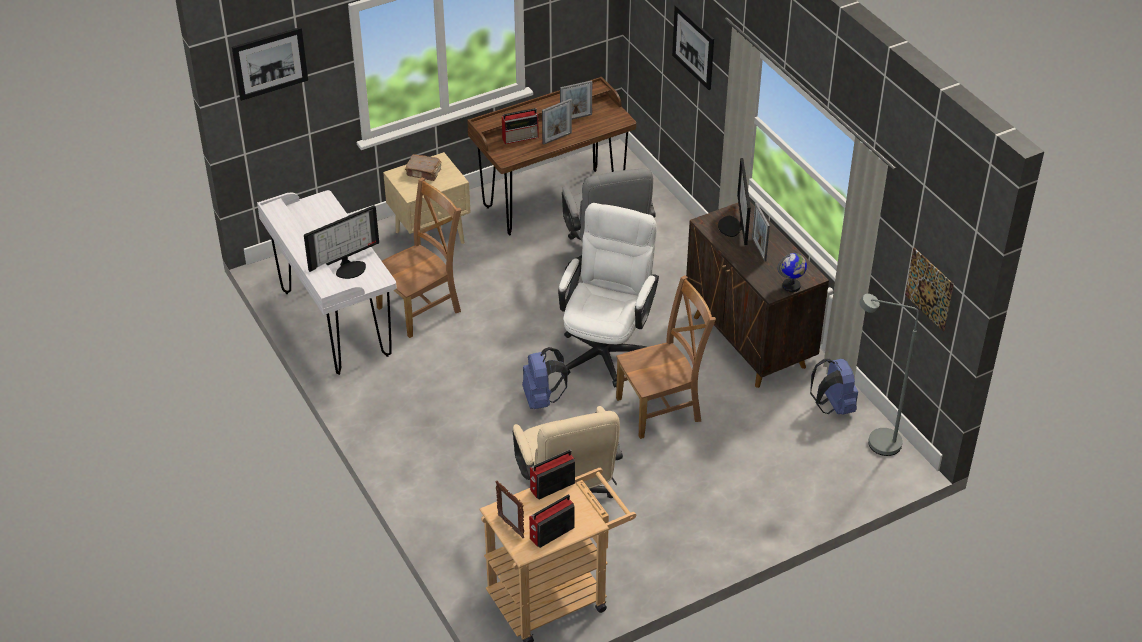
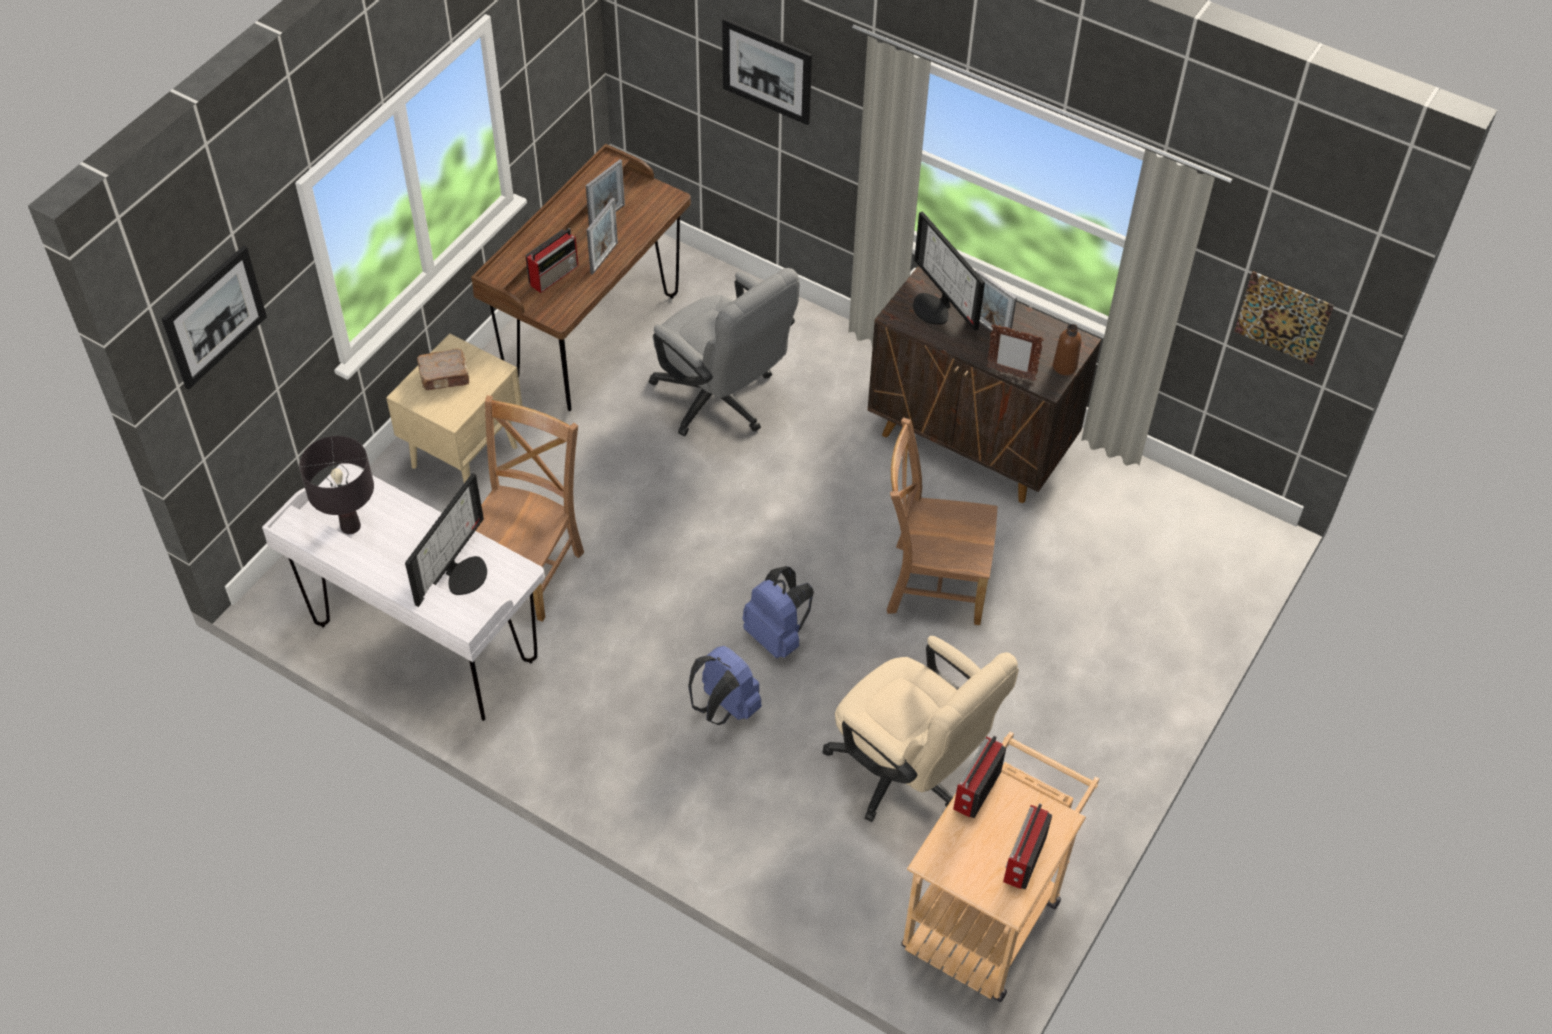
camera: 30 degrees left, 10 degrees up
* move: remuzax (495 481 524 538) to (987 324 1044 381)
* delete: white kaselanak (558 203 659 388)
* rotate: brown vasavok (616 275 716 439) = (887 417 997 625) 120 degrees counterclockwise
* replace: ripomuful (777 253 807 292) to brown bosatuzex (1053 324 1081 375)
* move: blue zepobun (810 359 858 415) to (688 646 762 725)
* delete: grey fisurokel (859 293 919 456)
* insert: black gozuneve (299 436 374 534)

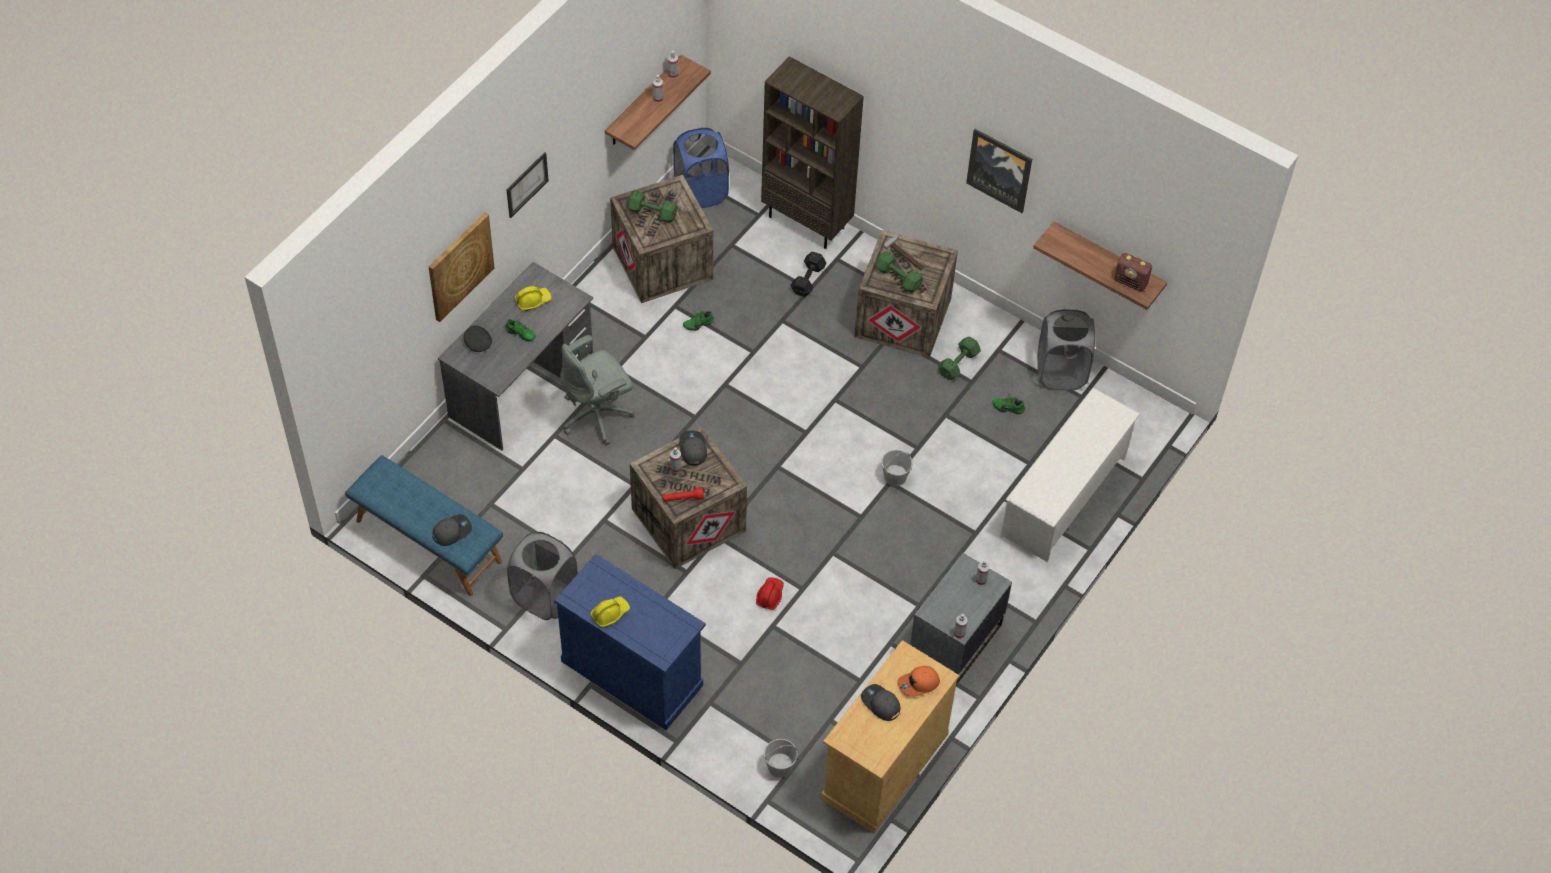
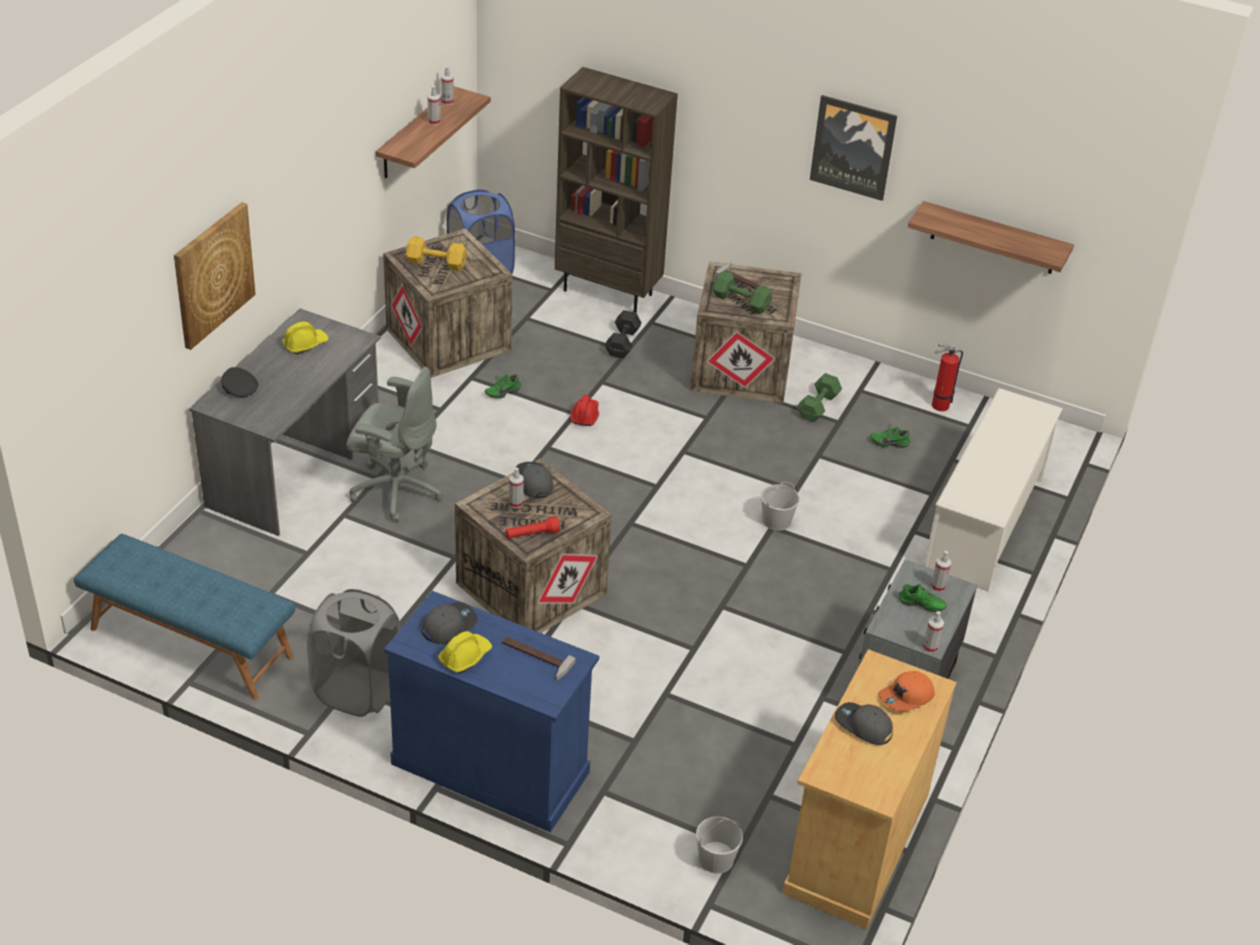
camera: 10 degrees left, 15 degrees down
* move: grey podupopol (432 514 472 546) to (422 602 478 644)
* move: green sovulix (505 319 536 341) to (899 584 947 612)
* delete: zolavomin (506 152 549 218)
* rotate: grey kaselanak (560 335 634 445) = (346 367 443 523) 120 degrees counterclockwise
* recolor: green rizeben (627 190 678 223) to yellow rizeben (406 236 467 271)
* move: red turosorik (756 577 784 610) to (571 395 599 426)
* replace: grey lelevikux (1037 309 1095 390) to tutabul (932 343 963 411)
* delete: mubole (1114 253 1152 291)
* insert: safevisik (502 636 576 681)

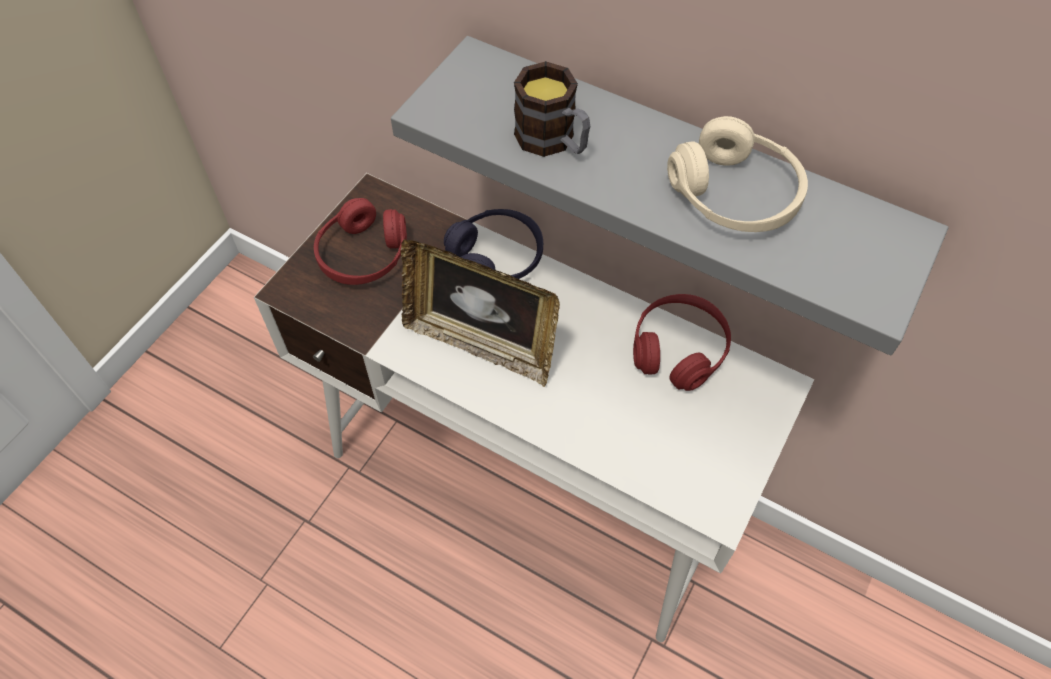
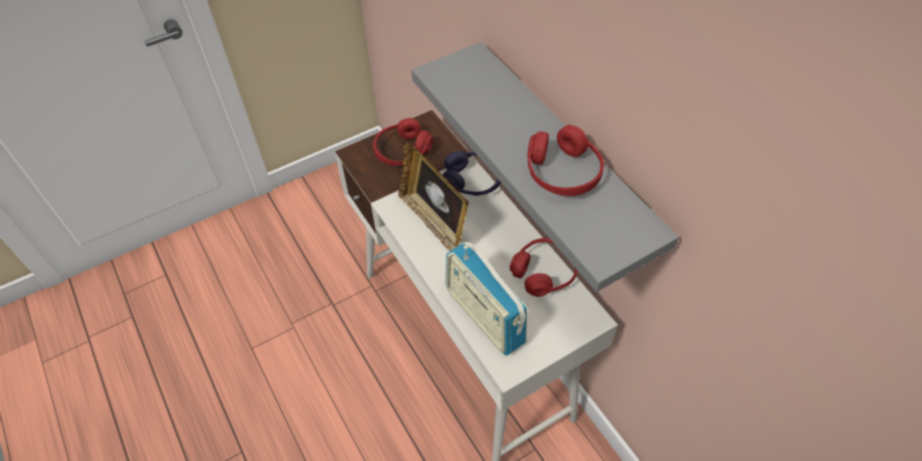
camera: 30 degrees right, 5 degrees down
* delete: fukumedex (514 61 590 157)
* recolor: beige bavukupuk (667 116 808 232) to red bavukupuk (527 125 604 196)
* insert: mubole (446 242 527 356)

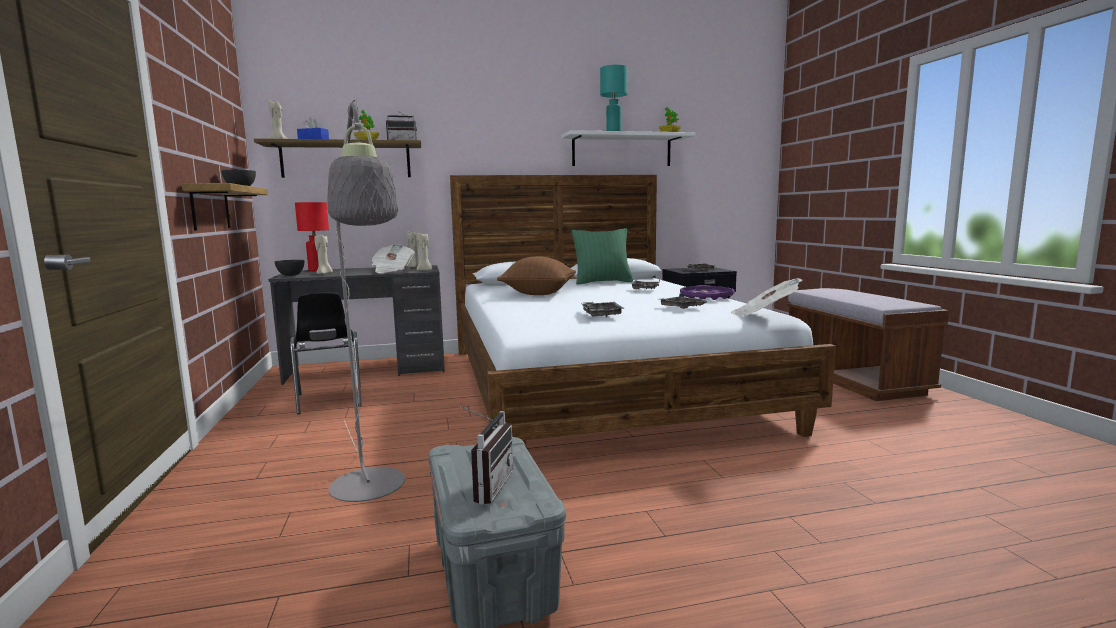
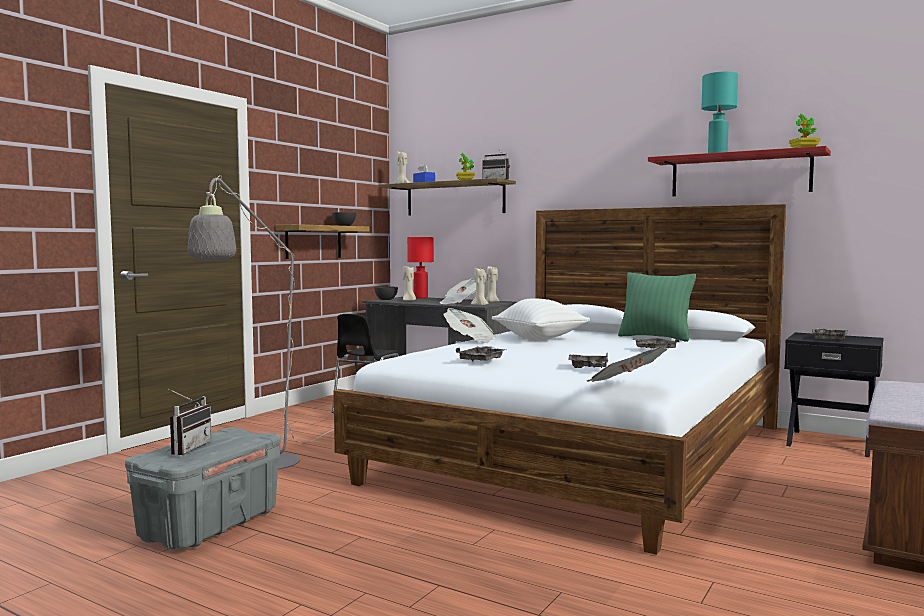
camera: 45 degrees right, 5 degrees down
* rotate: mubole (460 406 513 505) = (169 389 212 456) 45 degrees counterclockwise
* recolor: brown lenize (497 257 576 295) to white lenize (492 298 590 340)
* recolor: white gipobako (561 130 695 166) to red gipobako (648 146 831 196)
* delete: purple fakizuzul (680 285 735 300)
* insert: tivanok (443 308 497 343)

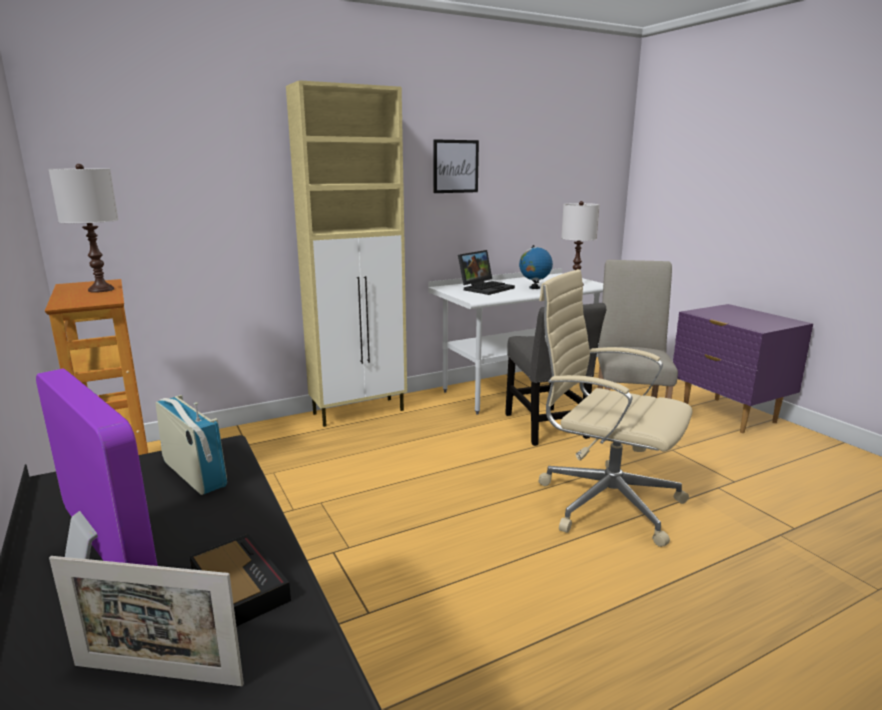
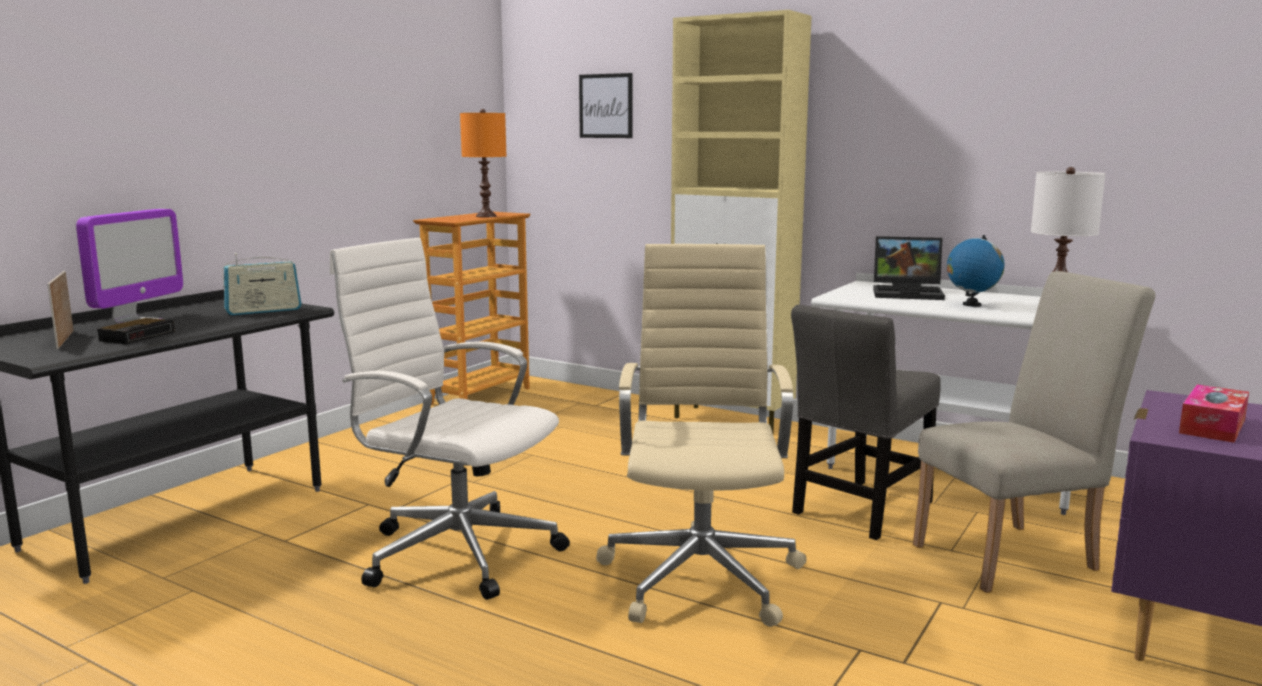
camera: 60 degrees right, 5 degrees down
* recolor: white gozuneve (48 164 118 292) to orange gozuneve (460 109 507 217)
* rotate: mubole (155 395 227 495) = (222 253 302 315) 45 degrees clockwise
* move: zolavomin (433 139 479 193) to (579 73 633 138)
* insert: white kaselanak (330 237 570 600)
* insert: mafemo (1179 385 1249 443)

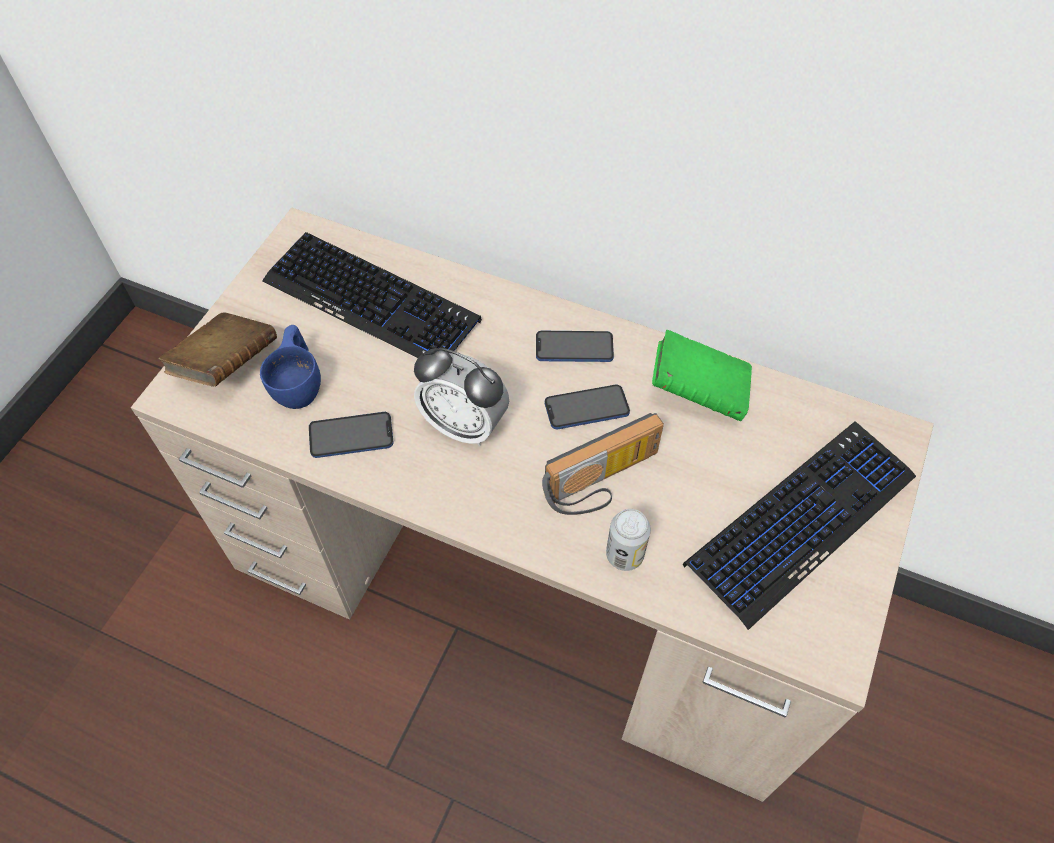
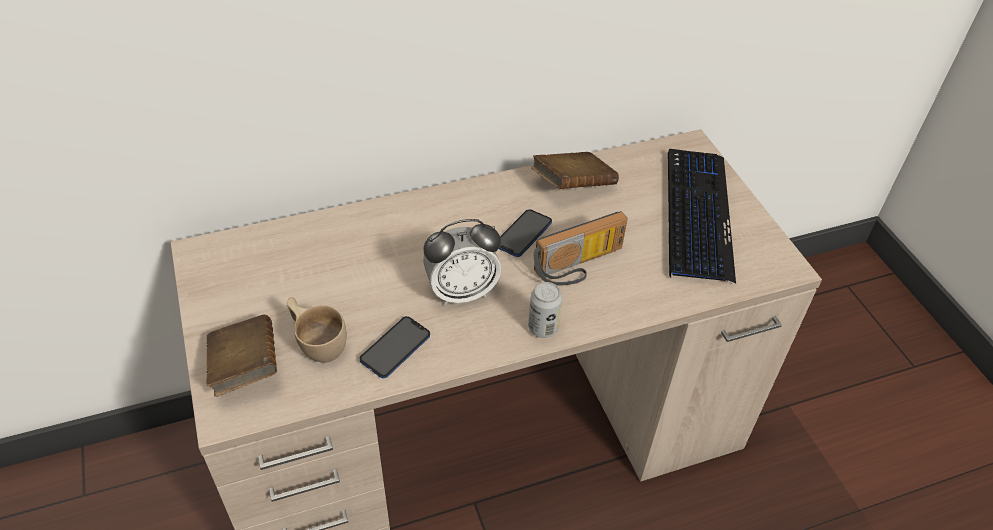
camera: 45 degrees left, 10 degrees down
* recolor: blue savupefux (260 325 321 409) to beige savupefux (287 297 347 363)
* delete: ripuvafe (262 232 482 358)
* delete: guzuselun (536 331 614 362)
* rotate: mubole (542 413 664 515) = (534 211 628 285) 45 degrees clockwise
* move: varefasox (606 509 651 571) to (528 282 562 338)
* recolor: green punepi (652 330 752 421) to brown punepi (531 152 619 189)

